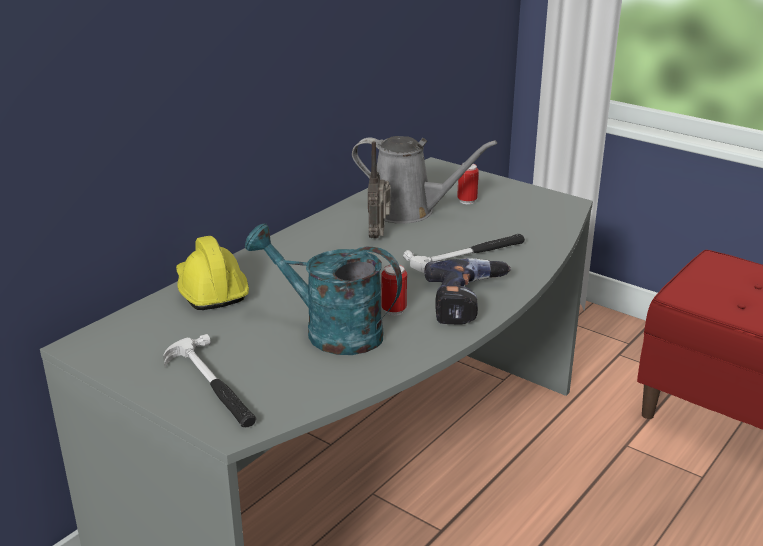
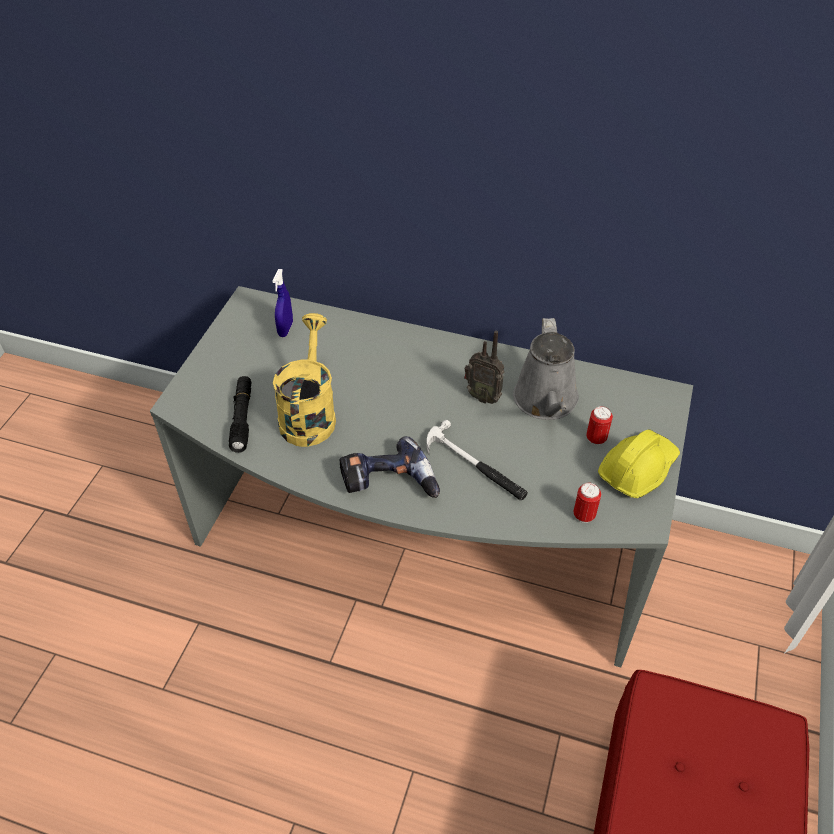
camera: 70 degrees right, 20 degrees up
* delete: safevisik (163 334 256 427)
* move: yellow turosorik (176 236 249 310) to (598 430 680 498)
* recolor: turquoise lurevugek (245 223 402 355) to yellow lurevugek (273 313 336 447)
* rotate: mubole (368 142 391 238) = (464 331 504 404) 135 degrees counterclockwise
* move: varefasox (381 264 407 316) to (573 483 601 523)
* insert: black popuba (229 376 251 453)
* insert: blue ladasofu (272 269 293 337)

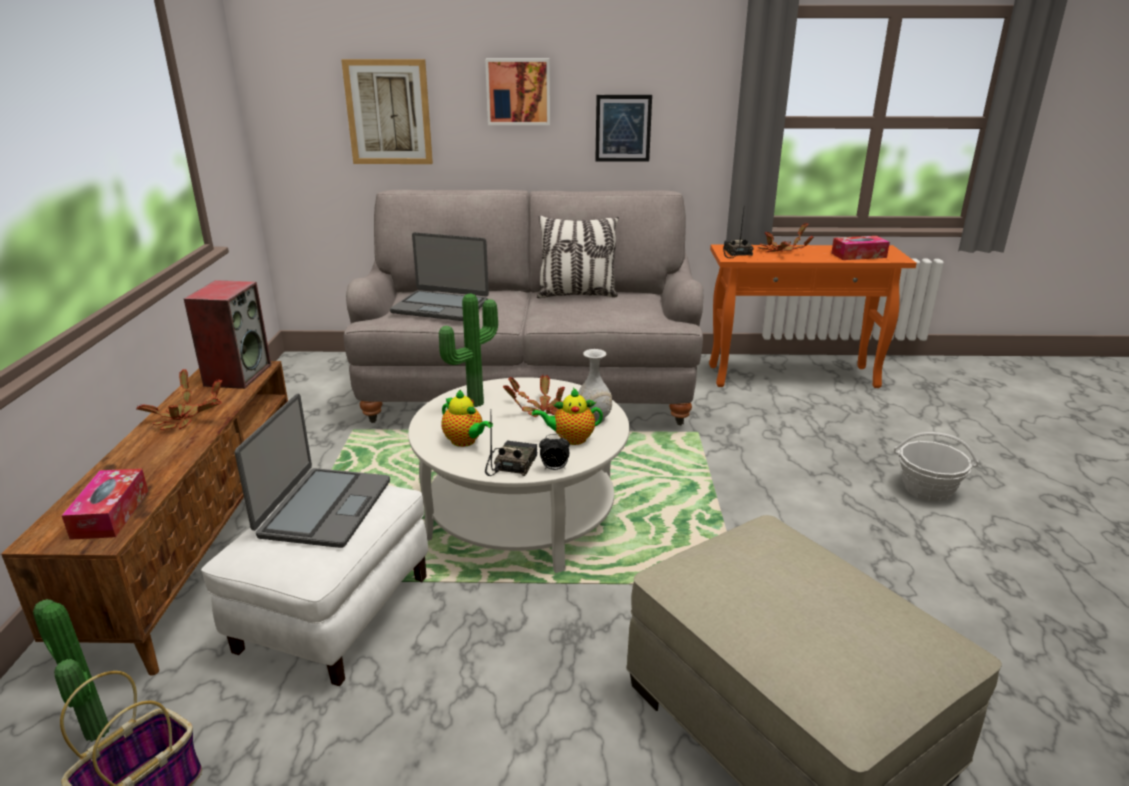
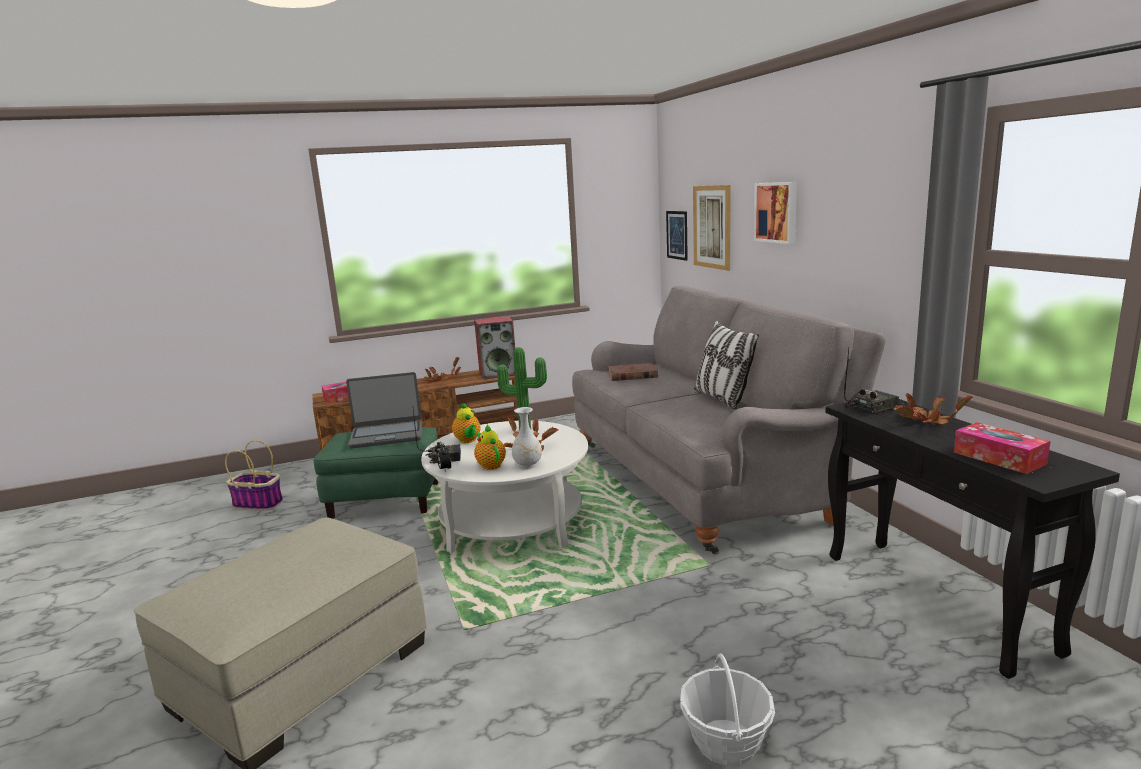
camera: 70 degrees right, 10 degrees down
* delete: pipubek (33 599 110 742)
* recolor: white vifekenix (201 485 428 686) to green vifekenix (313 427 438 519)
* replace: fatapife (390 232 489 321) to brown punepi (607 363 658 381)
* rotate: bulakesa (441 390 493 447) = (452 402 480 443) 45 degrees counterclockwise
* move: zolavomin (595 95 652 162) to (666 211 688 261)
* recolor: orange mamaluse (709 244 917 388) to black mamaluse (825 399 1120 679)

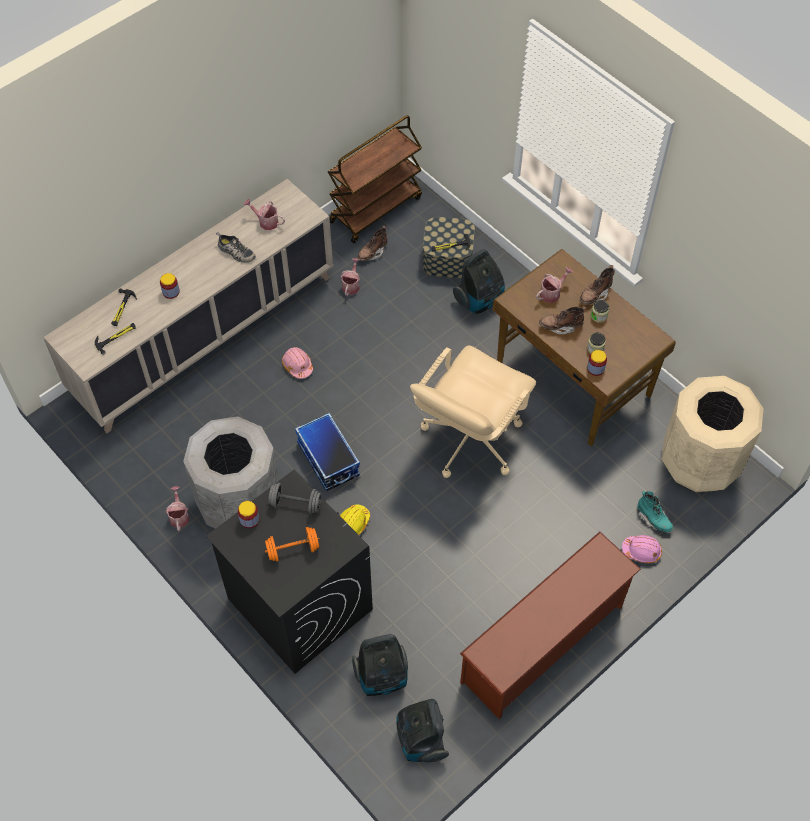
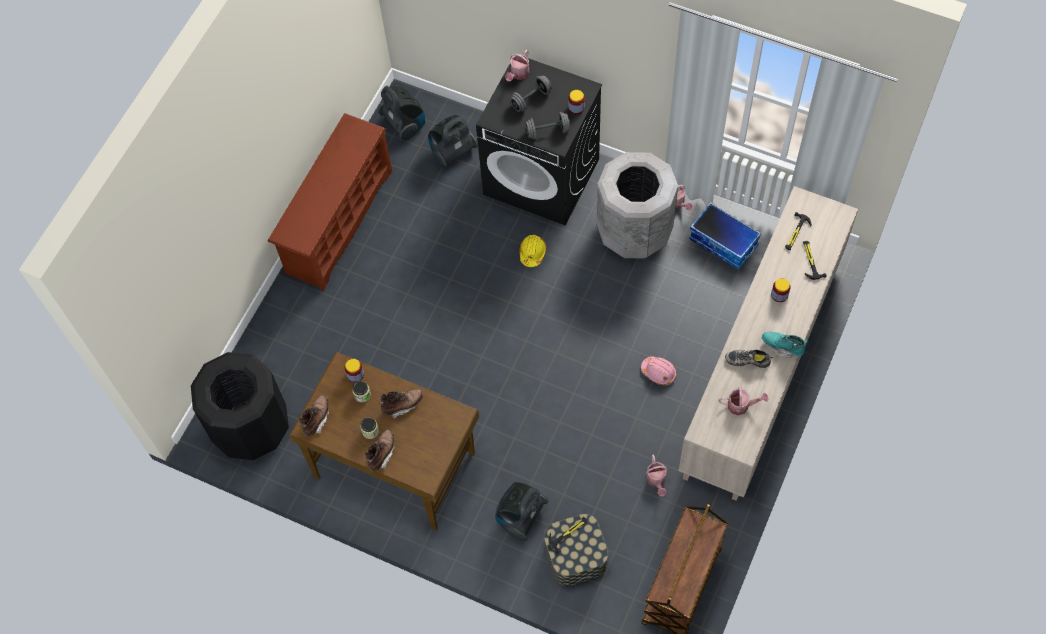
camera: 160 degrees right, 5 degrees up
* recolor: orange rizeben (265 527 320 562) to grey rizeben (510 76 552 112)
* move: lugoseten (295 413 360 492) to (689 202 761 270)
* move: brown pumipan (358 226 388 261) to (299 395 330 437)
* delete: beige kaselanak (410 345 536 478)
* move: lurevugek (536 267 573 303) to (505 50 530 81)
* delete: pink turosorik (622 535 662 563)
* move: turquoise pumipan (637 491 673 532) to (762 332 807 358)
* recolor: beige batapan (661 376 764 492) to black batapan (191 352 289 460)

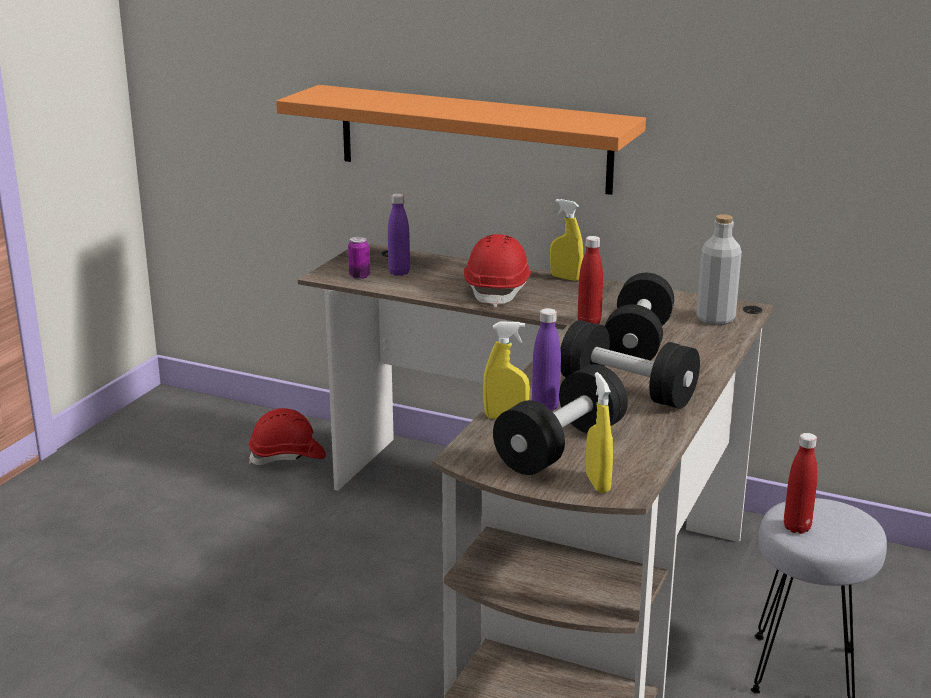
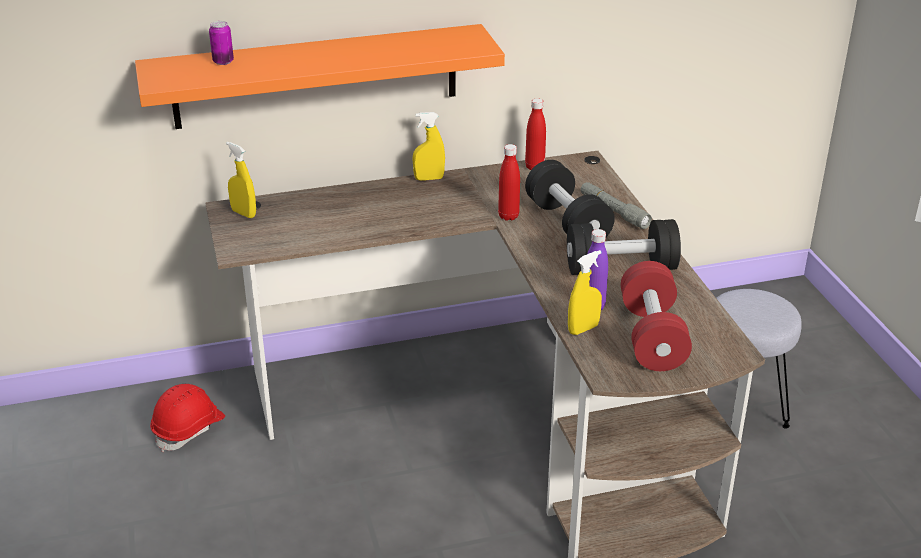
camera: 40 degrees left, 10 degrees up
* move: varefasox (348 237 370 279) to (209 21 234 65)
* delete: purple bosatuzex (388 193 410 276)
* delete: red turosorik (464 234 532 307)
* recolor: black rizeben (493 364 628 475) to red rizeben (621 261 692 371)
* move: yellow ladasofu (586 372 613 493) to (226 142 256 218)
* delete: grey bosatuzex (697 214 742 325)
* move: red bosatuzex (784 433 818 534) to (525 98 546 170)
* insert: grey popuba (580 182 652 229)

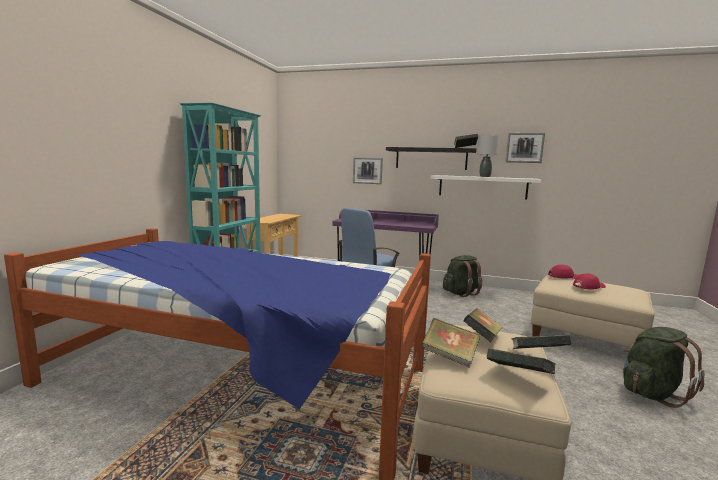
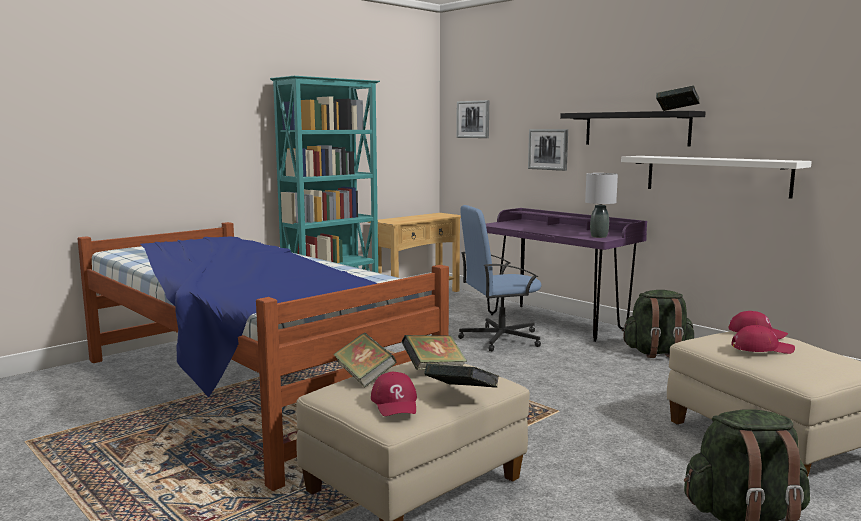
camera: 30 degrees right, 0 degrees up
* move: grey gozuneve (477 135 499 177) to (585 173 618 238)
* replace: punepi (487 348 555 374) to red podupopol (371 372 417 416)
* move: zolavomin (505 133 545 163) to (456 100 489 138)

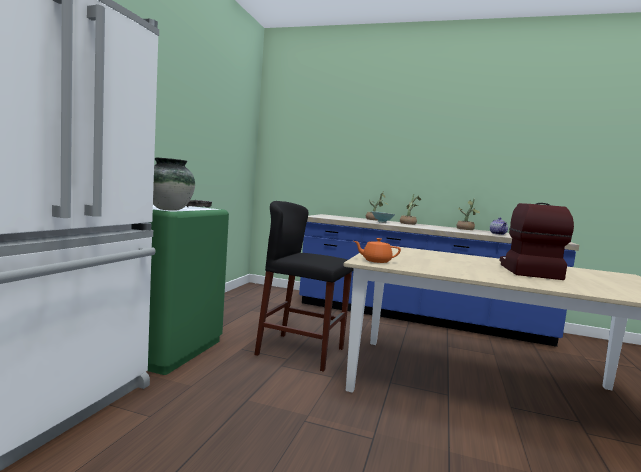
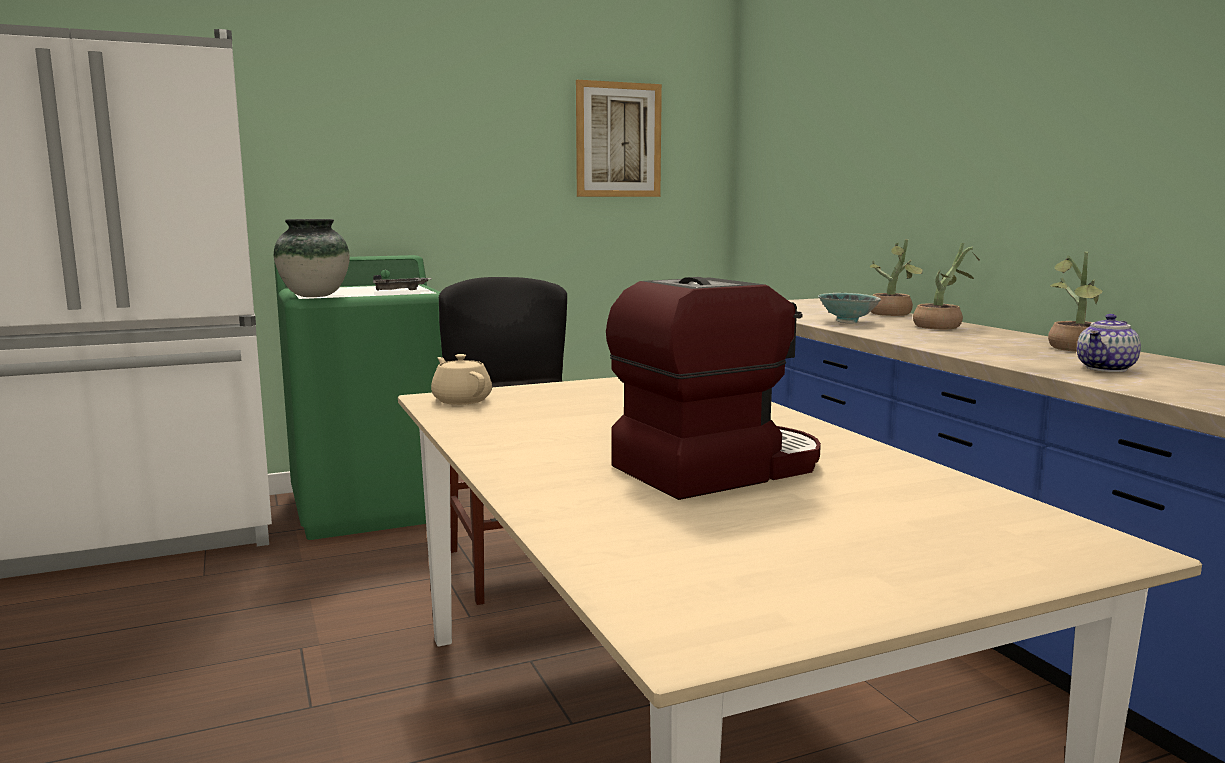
camera: 50 degrees right, 5 degrees up
* recolor: orange bulakesa (354 238 401 263) to beige bulakesa (431 354 492 405)
* insert: zolavomin (576 80 662 197)

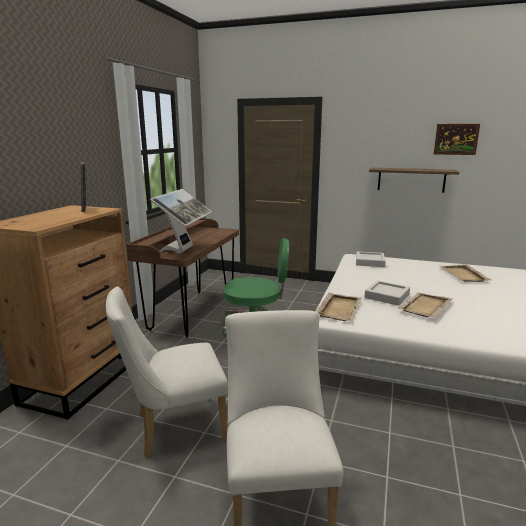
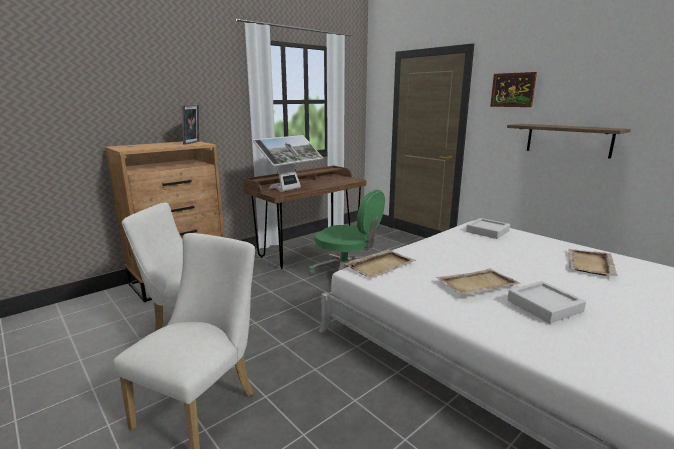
camera: 30 degrees right, 0 degrees up
* move: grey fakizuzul (364 280 410 306) to (507 281 586 323)
* move: zolavomin (434 124 480 155) to (490 72 537 107)

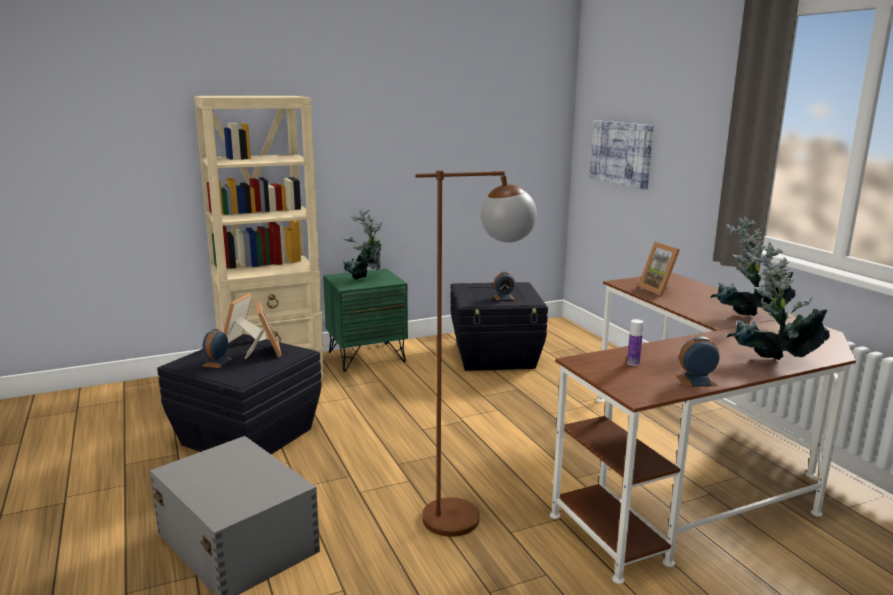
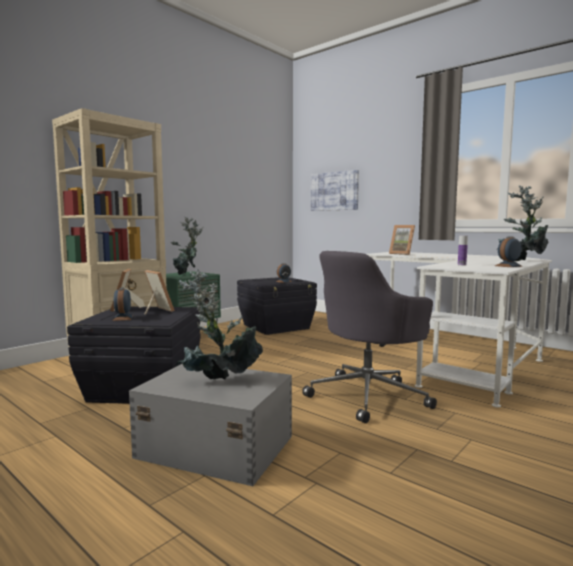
camera: 25 degrees left, 10 degrees down
* replace: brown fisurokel (415 170 537 537) to grey kaselanak (302 251 437 423)
* recolor: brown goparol (550 273 856 584) to white goparol (366 252 552 407)
* move: pipubek (710 216 796 316) to (175 269 263 379)

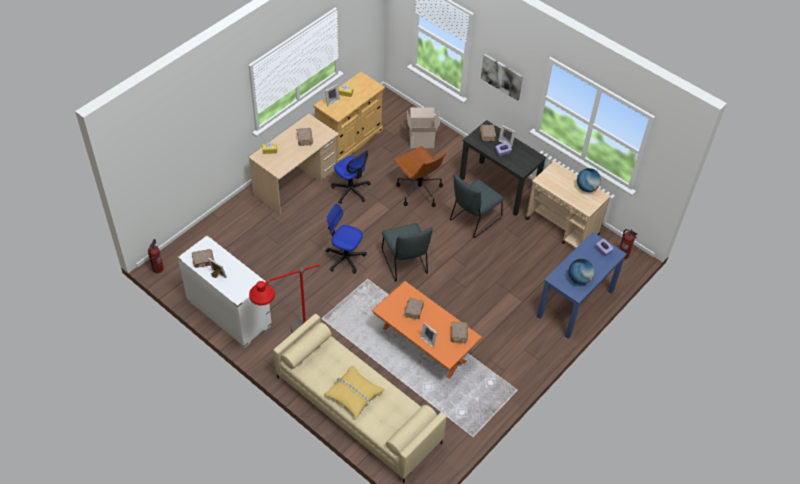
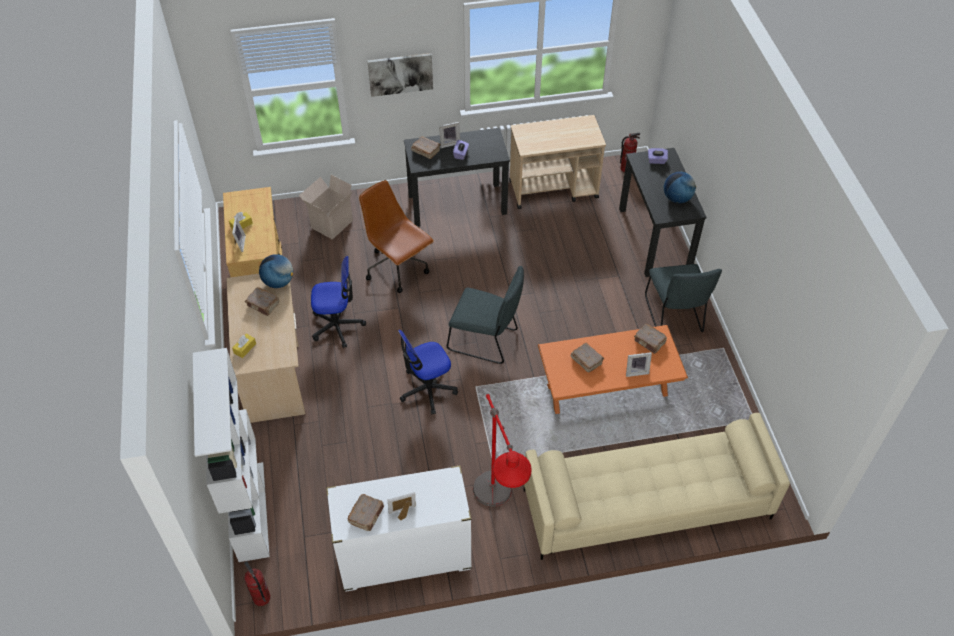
camera: 50 degrees left, 0 degrees up
* delete: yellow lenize (325 366 385 418)
* rotate: brown kaselanak (393 146 446 207) = (359 180 434 293) 135 degrees counterclockwise
* move: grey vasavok (450 174 504 238) to (645 264 722 332)
* recolor: blue goparol (537 232 627 339) to black goparol (619 148 707 277)
* move: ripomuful (577 168 601 192) to (259 254 293 288)
* insert: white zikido (193 348 270 562)

